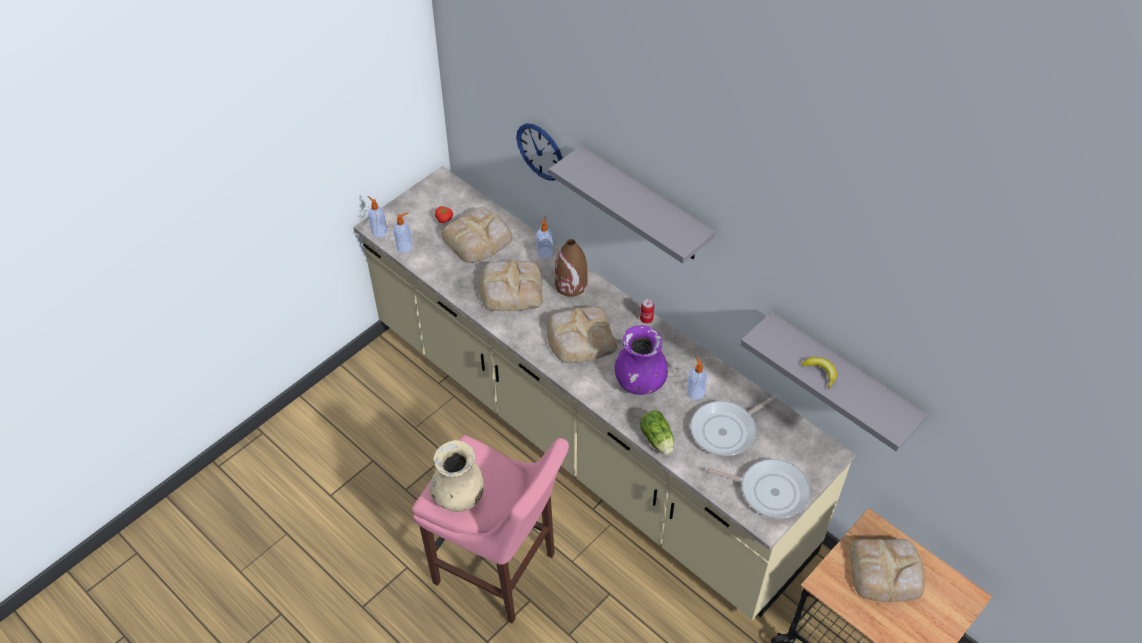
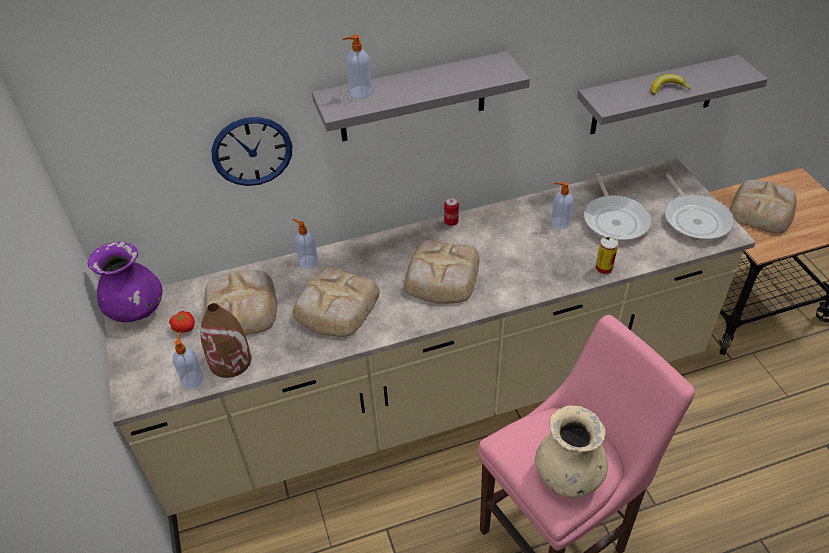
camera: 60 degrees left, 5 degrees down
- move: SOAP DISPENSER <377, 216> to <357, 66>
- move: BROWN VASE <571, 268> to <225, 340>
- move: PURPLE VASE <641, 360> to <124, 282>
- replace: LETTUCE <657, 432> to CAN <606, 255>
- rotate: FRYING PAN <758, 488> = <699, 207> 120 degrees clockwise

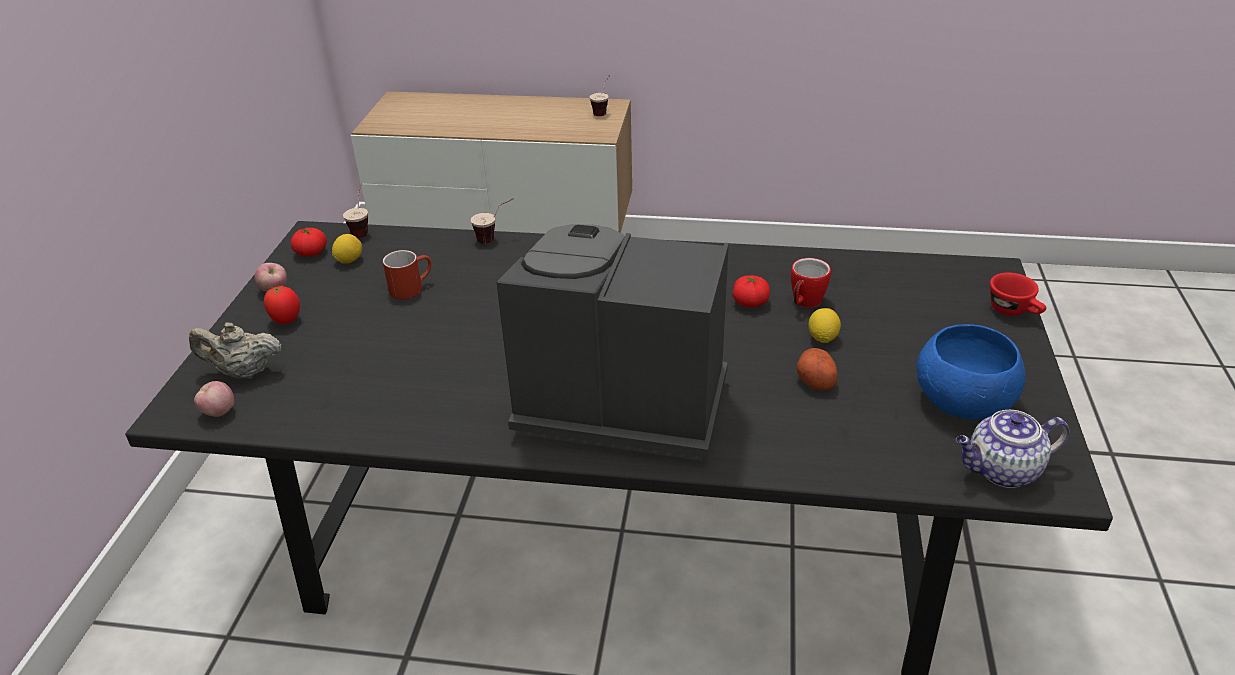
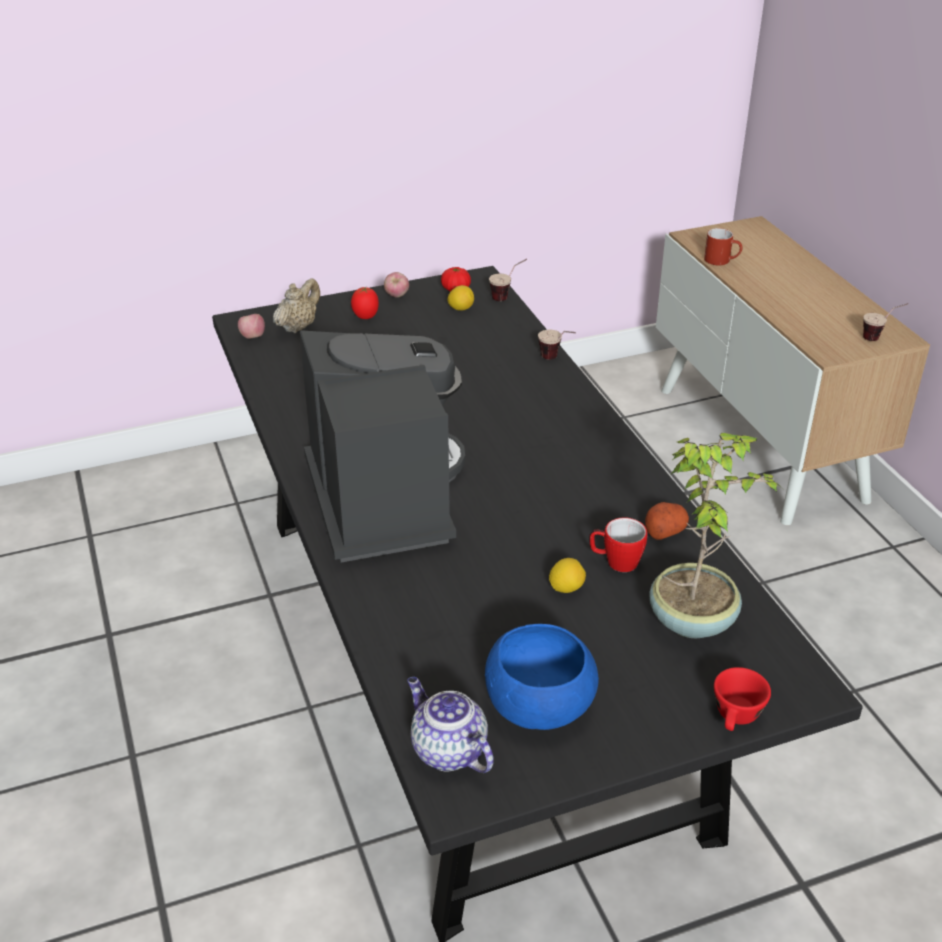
camera: 60 degrees right, 0 degrees up
- delete: TOMATO <751, 291>
- insert: POTTED PLANT <715, 535>
- move: RED MUG <407, 274> to <723, 246>
- move: POTATO <816, 369> to <667, 521>
- rotate: BEIGE TEAPOT <235, 351> = <296, 305> 60 degrees clockwise

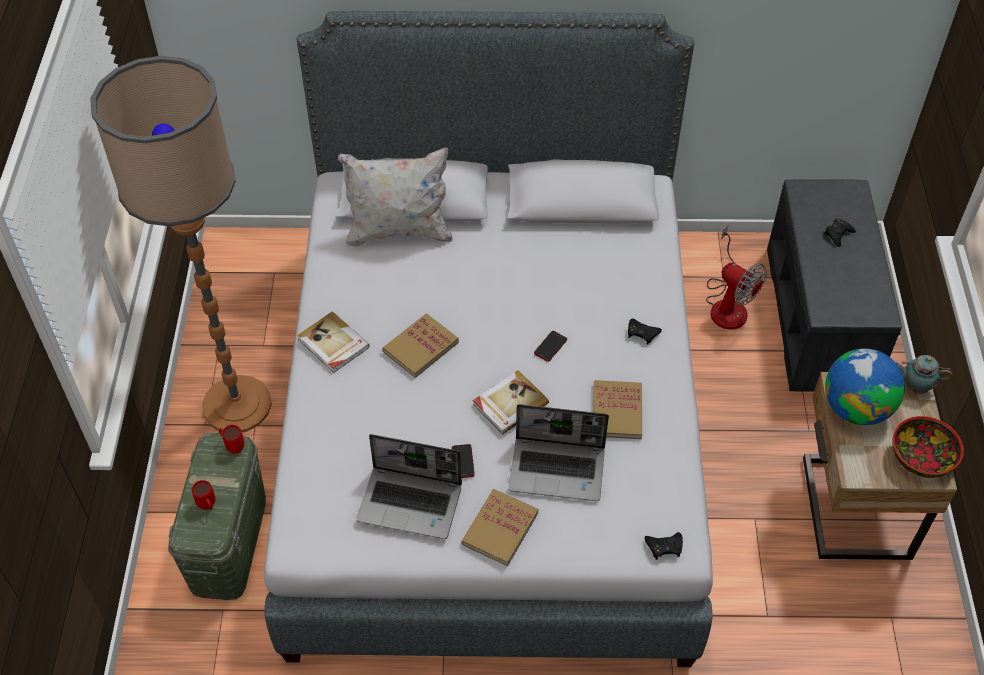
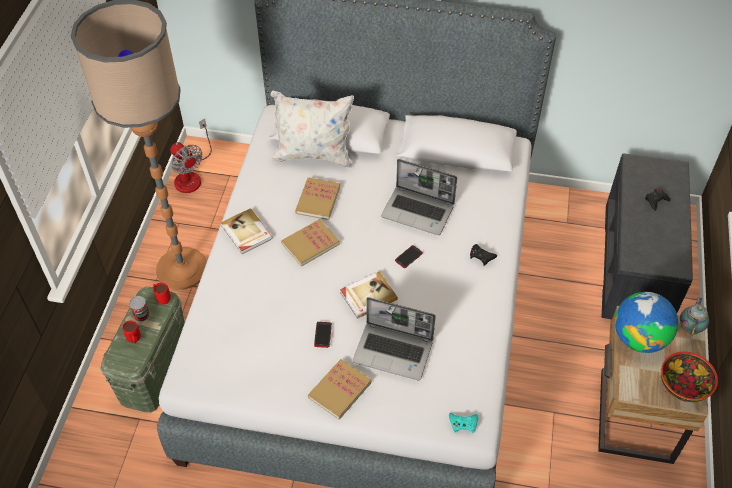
camera: 10 degrees right, 0 degrees up
- insert: CAN <139, 309>
- move: LAPTOP <409, 486> to <419, 197>
- move: BOOK <617, 409> to <317, 198>
- move: FAN <736, 277> to <191, 156>
- recolor: BLACK GAME CONTROLLER <663, 546> to TURQUOISE GAME CONTROLLER <463, 423>
- rotate: TEAPOT <924, 374> = <694, 316> 90 degrees clockwise

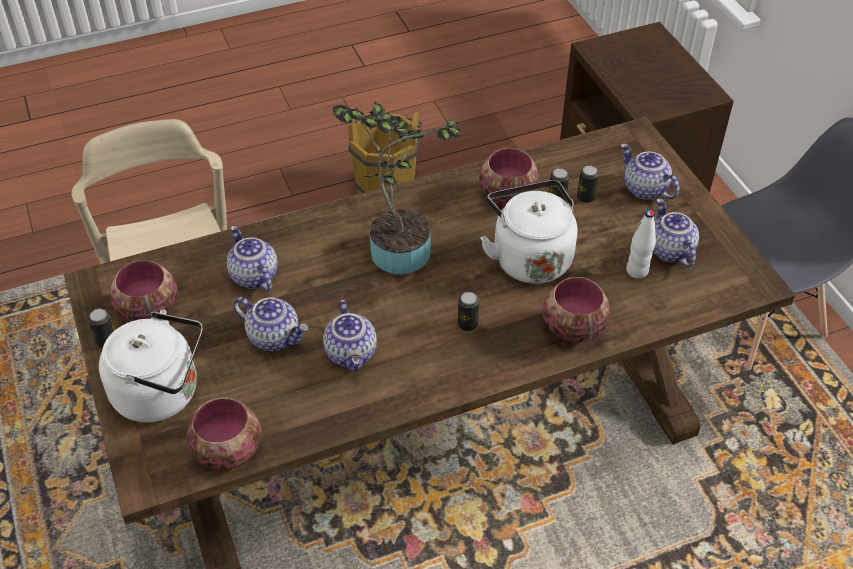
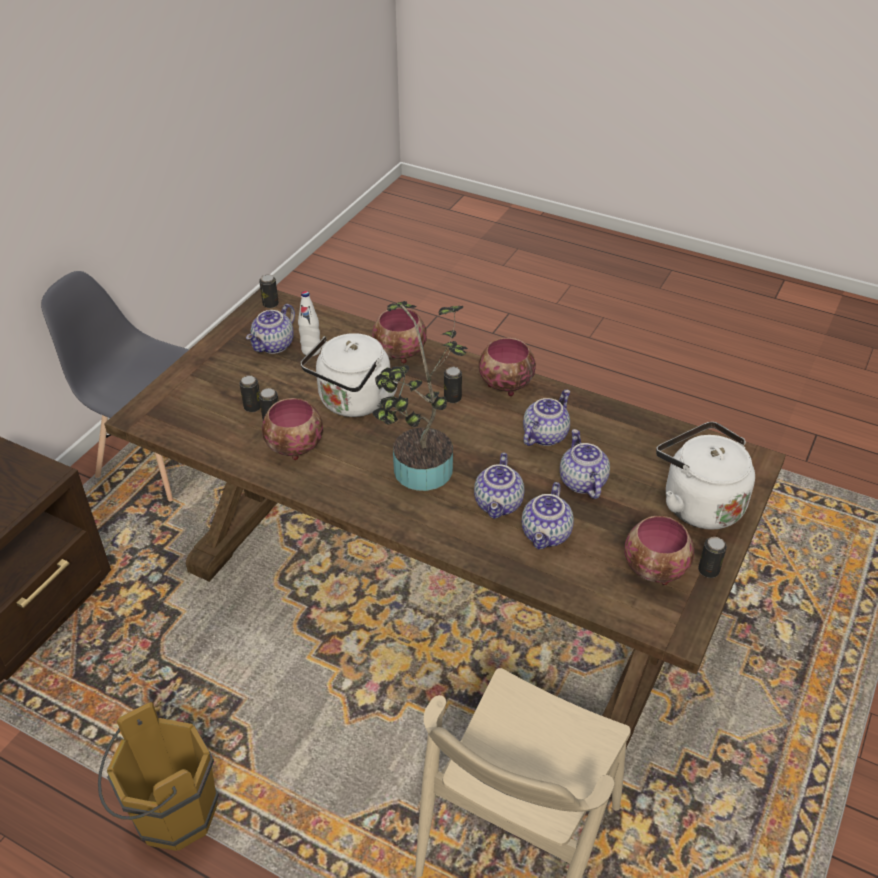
camera: 130 degrees left, 5 degrees down
- insert: CAN <269, 291>
- move: BOWL <223, 433> to <507, 367>
- move: TEAPOT <650, 172> to <499, 485>

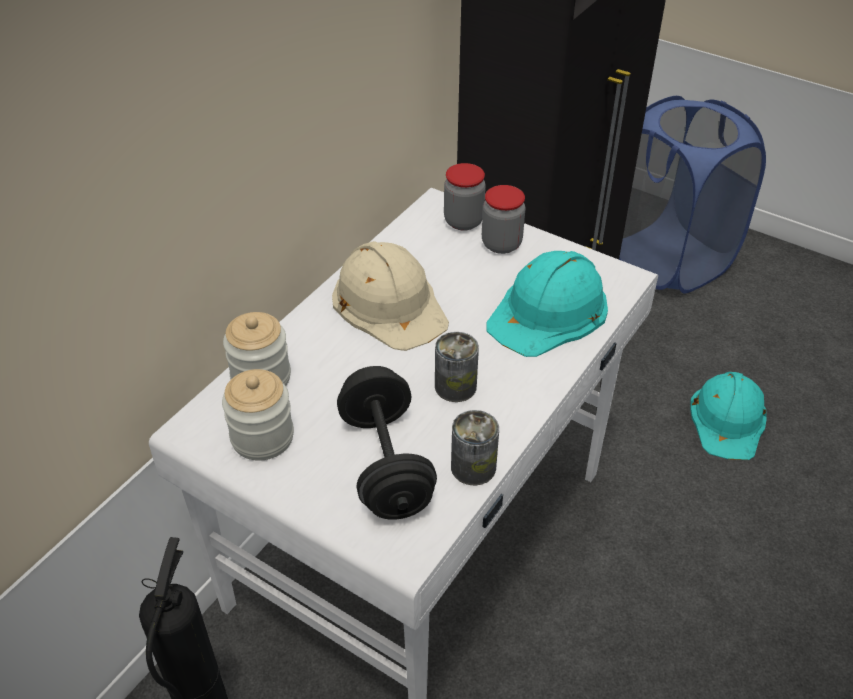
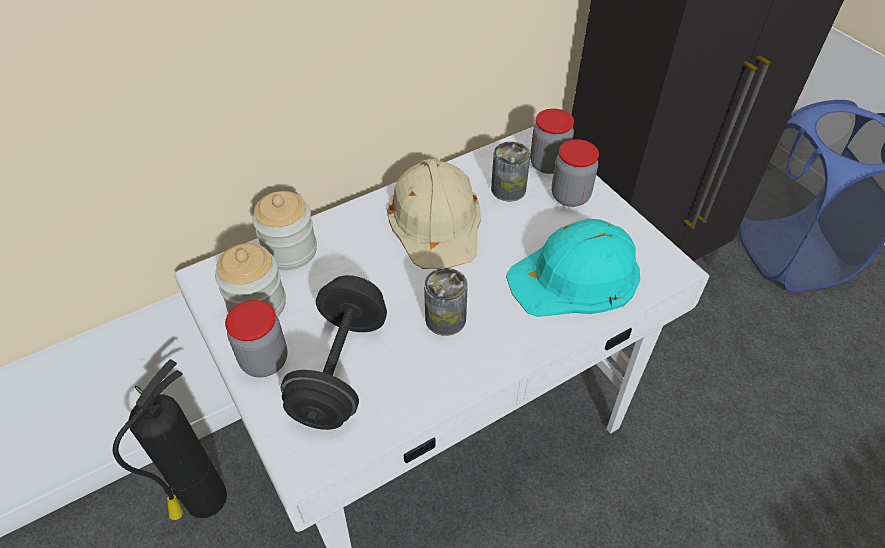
camera: 25 degrees right, 5 degrees up
- delete: TURQUOISE HARD HAT <728, 416>
- insert: JAR <256, 338>
- move: CAN <475, 447> to <511, 171>

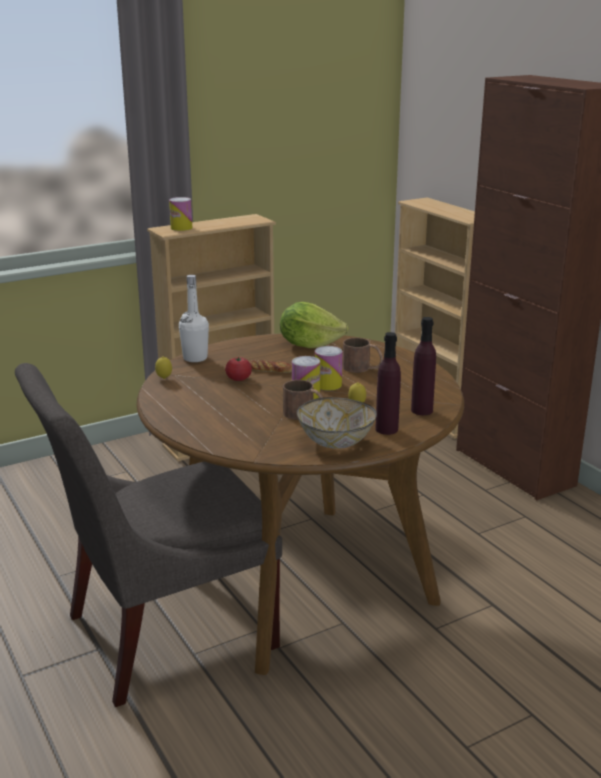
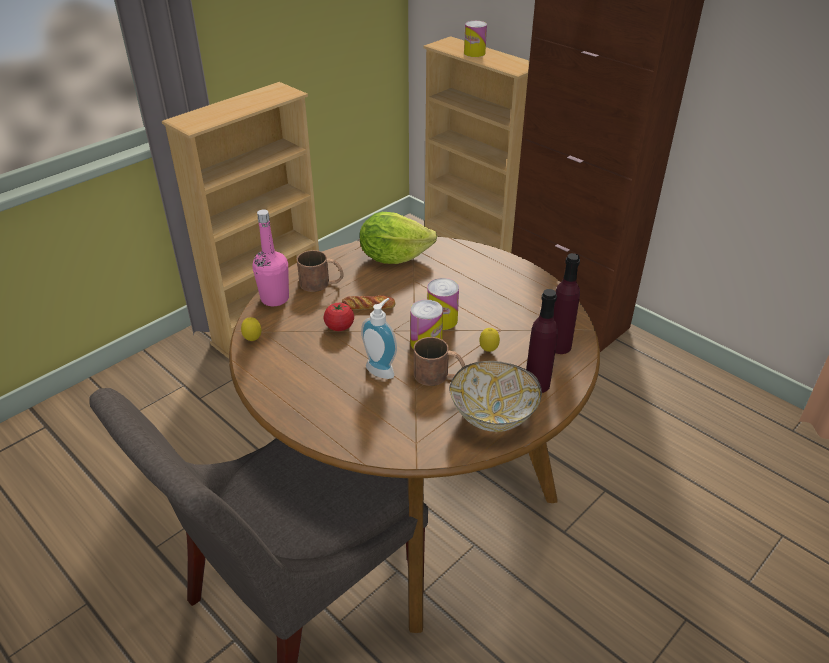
camera: 15 degrees left, 15 degrees up
- insert: SOAP DISPENSER <379, 338>
- move: CAN <180, 214> to <475, 39>
- move: BROWN MUG <363, 355> to <320, 271>
- recolor: WHITE BOTTLE <194, 318> to PINK BOTTLE <270, 258>

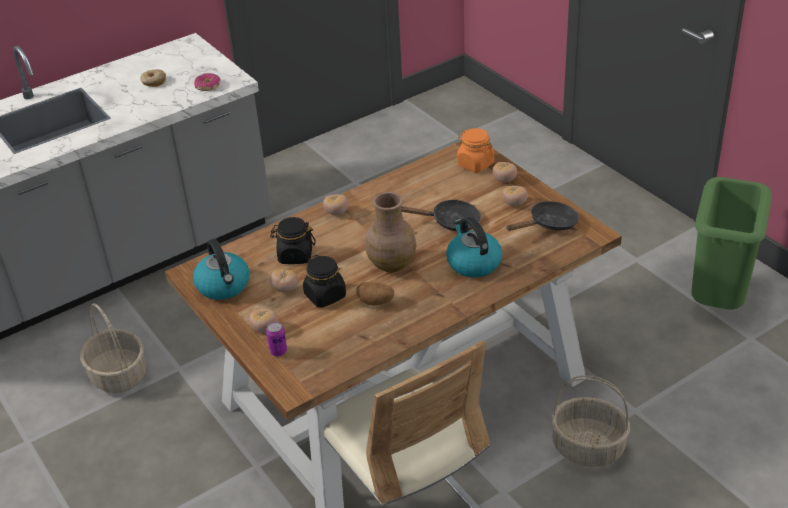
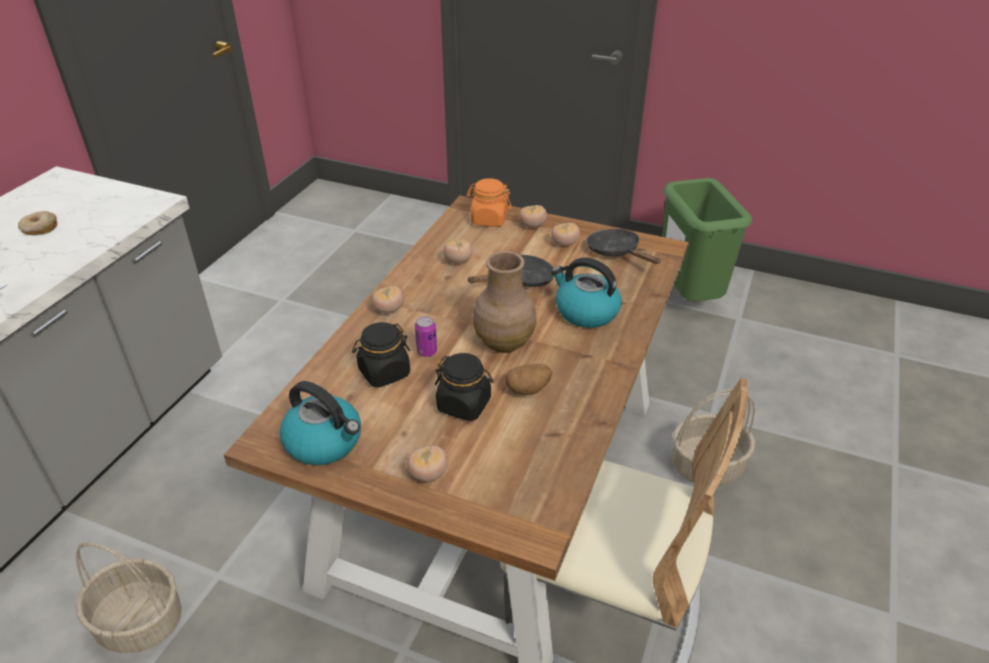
camera: 35 degrees left, 0 degrees up
- delete: DONUT <207, 82>
- move: CAN <276, 339> to <426, 336>
- move: TOMATO <284, 281> to <458, 251>
- rotate: BLACK FRYING PAN <543, 216> = <624, 246> 60 degrees counterclockwise

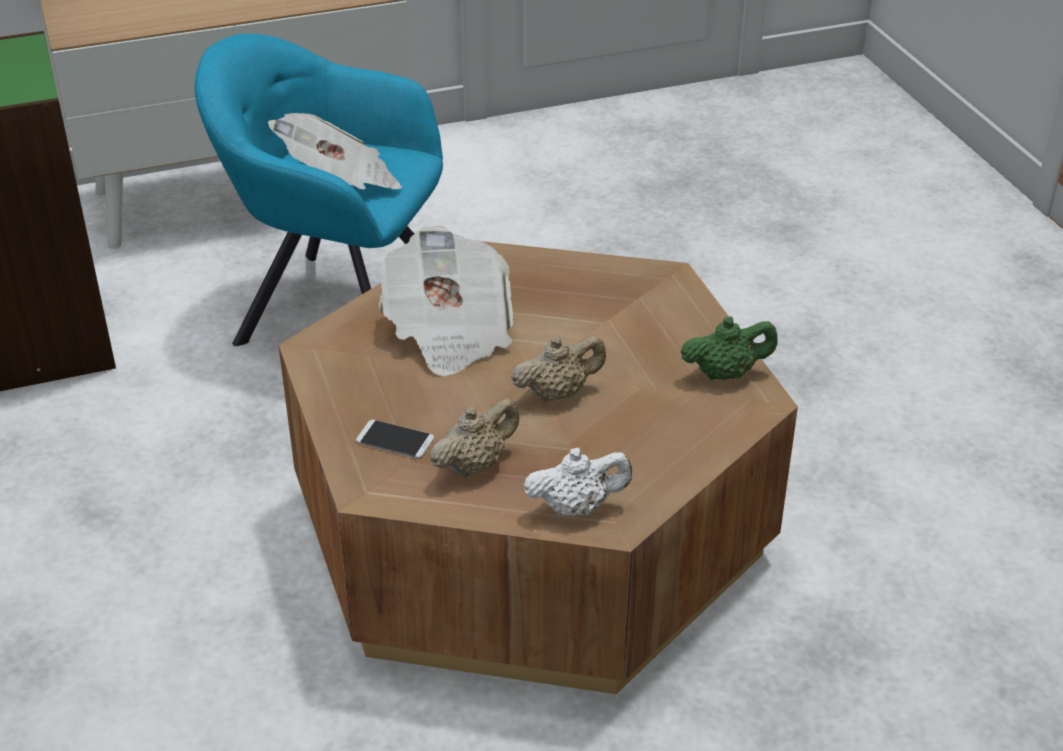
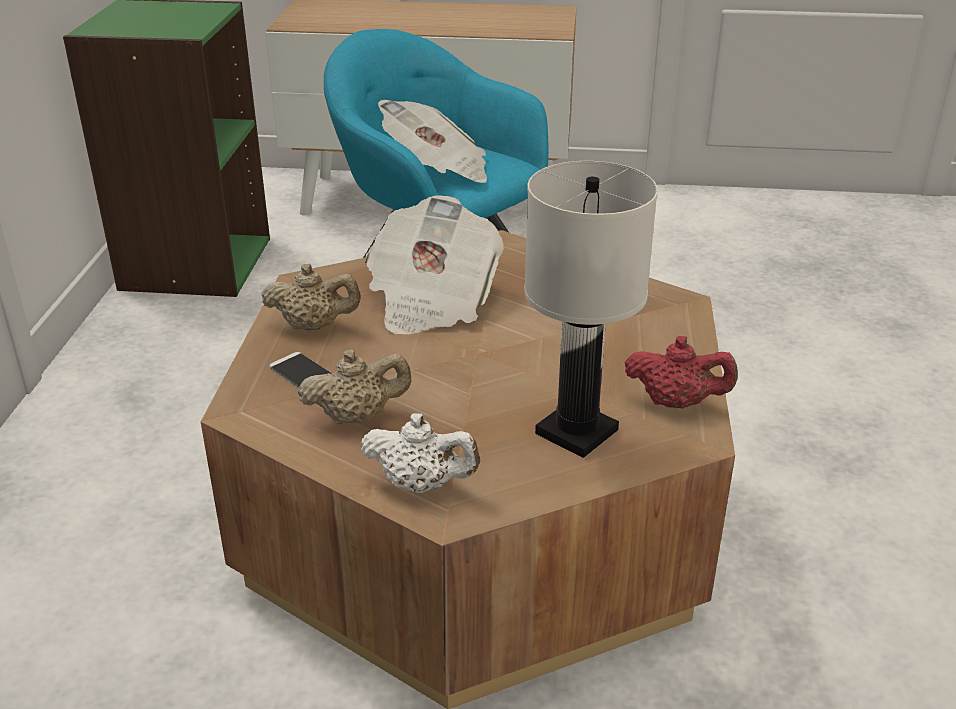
camera: 25 degrees right, 5 degrees down
- insert: WHITE TABLE LAMP <591, 309>
- move: BEIGE TEAPOT <559, 369> to <311, 297>
- recolor: GREEN TEAPOT <729, 348> to RED TEAPOT <681, 372>

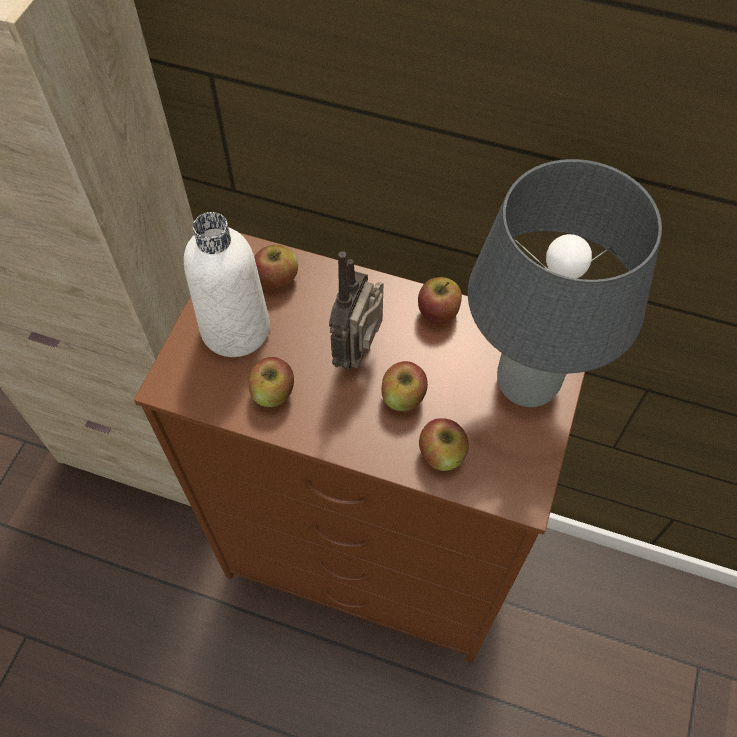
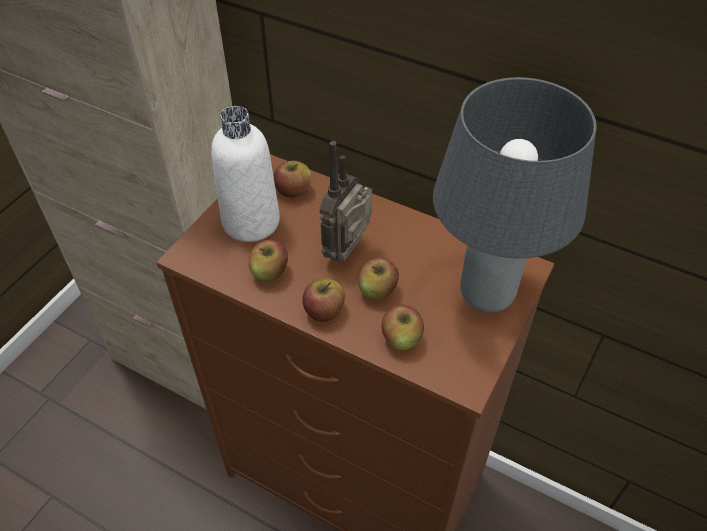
camera: 10 degrees right, 10 degrees down
- move: APPLE <440, 300> to <324, 300>

